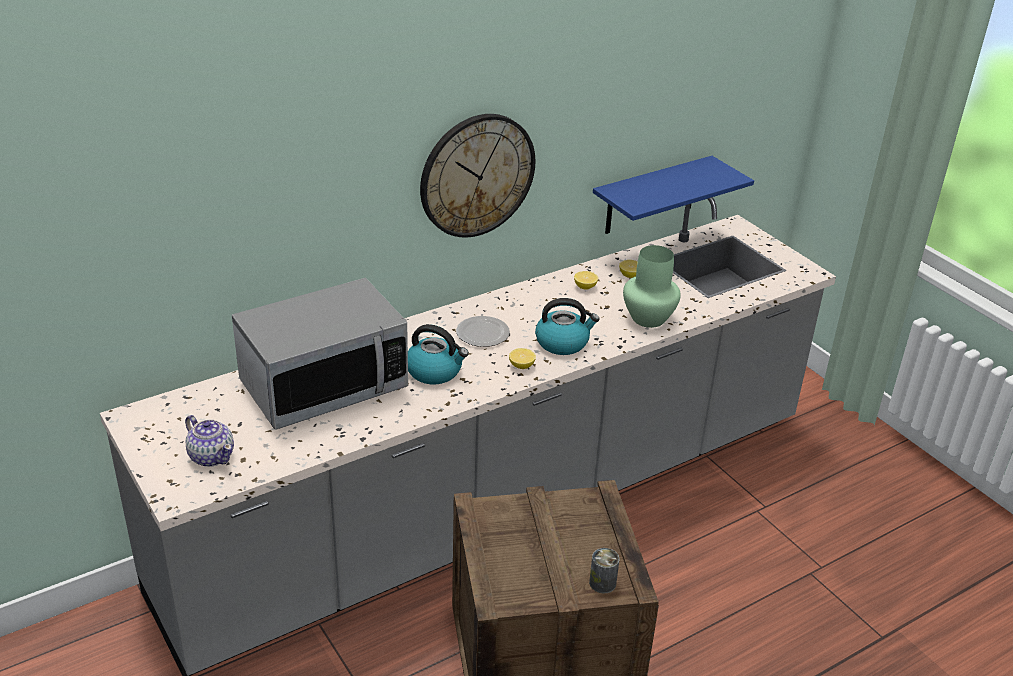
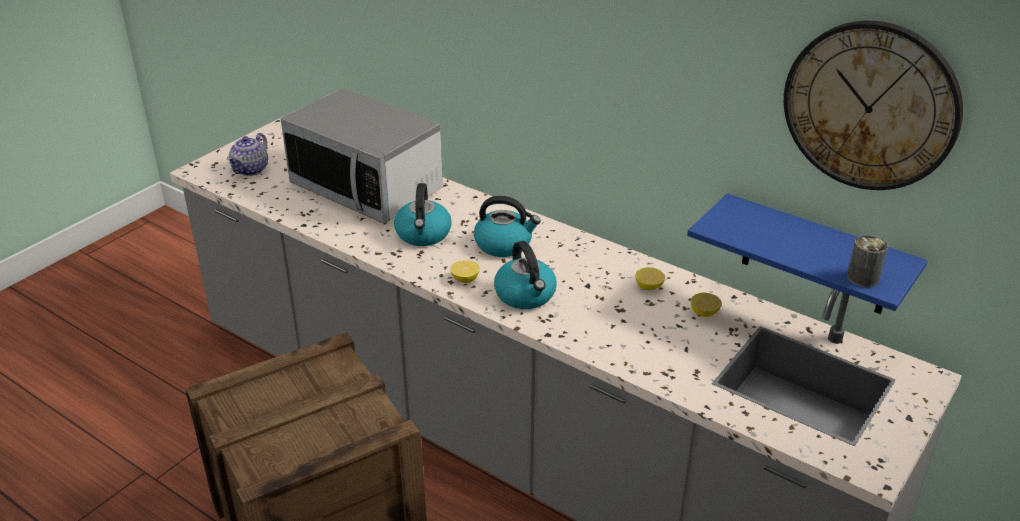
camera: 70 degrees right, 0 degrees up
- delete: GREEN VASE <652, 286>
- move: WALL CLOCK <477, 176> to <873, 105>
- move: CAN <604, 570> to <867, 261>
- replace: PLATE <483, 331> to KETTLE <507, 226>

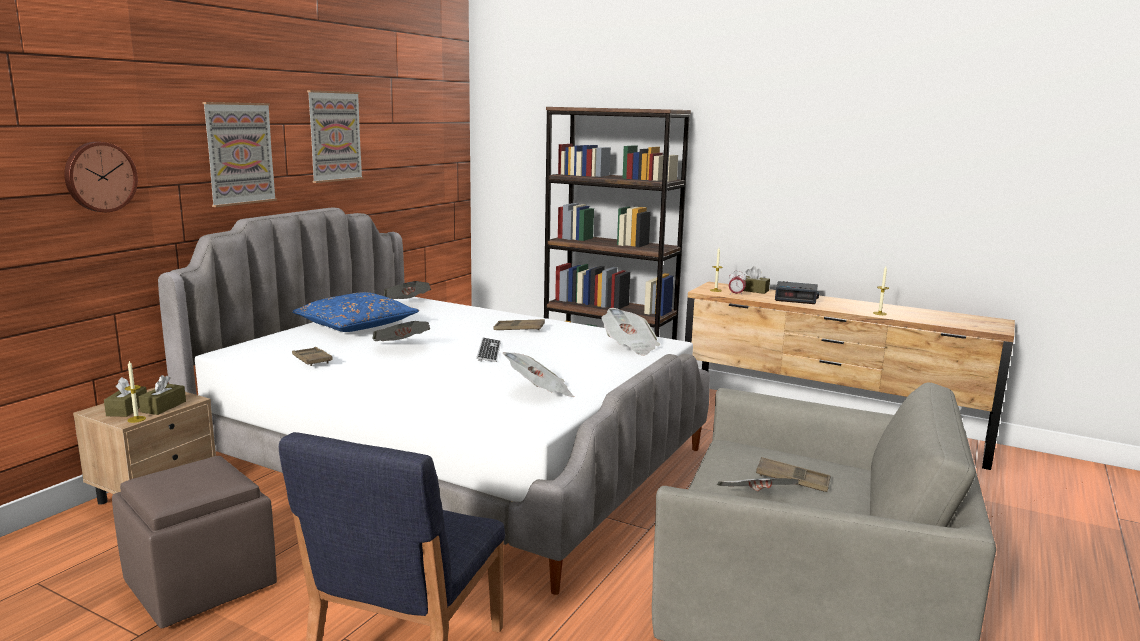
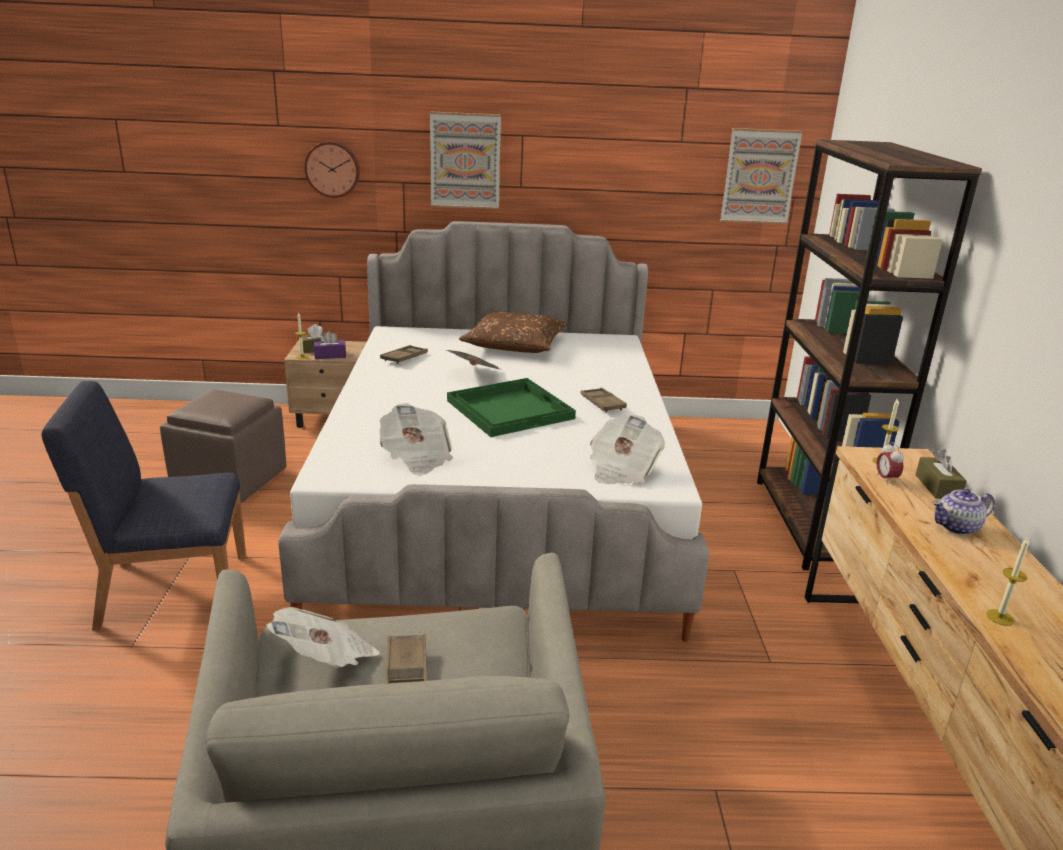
camera: 60 degrees right, 10 degrees up
- delete: NEWSPAPER <407, 290>
- move: PICTURE <335, 136> to <761, 176>
- replace: KEYBOARD <488, 350> to GREEN TRAY <511, 407>
- replace: ALARM CLOCK <797, 292> to TEAPOT <963, 512>
- recolor: BROWN TISSUE BOX <162, 395> to PURPLE TISSUE BOX <330, 345>
- recolor: BLUE PILLOW <355, 312> to BROWN PILLOW <513, 332>

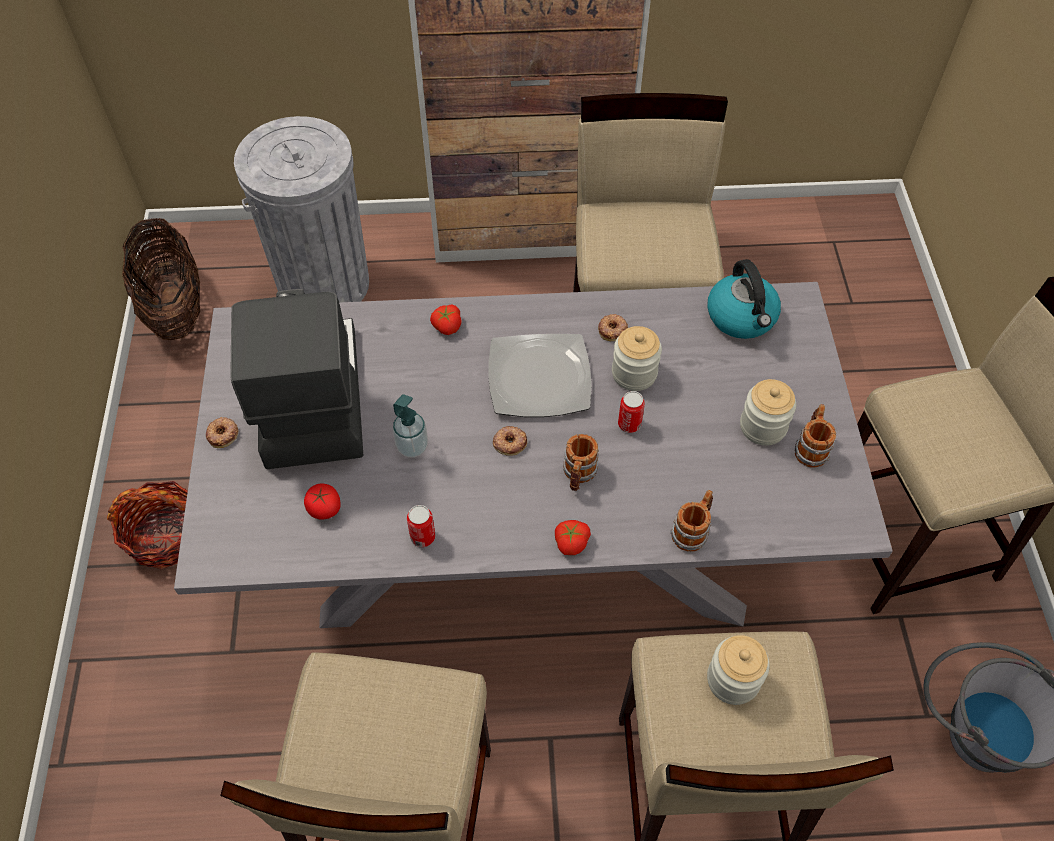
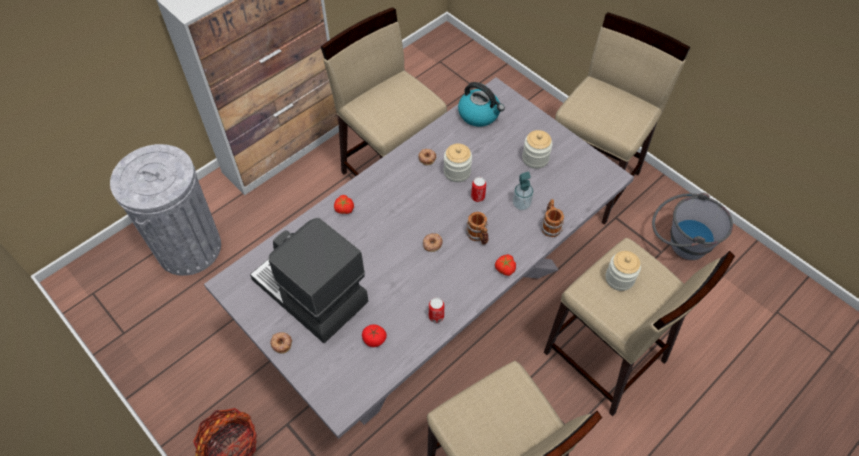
camera: 40 degrees left, 0 degrees up
- delete: BASKET <161, 279>
- delete: PLATE <539, 375>
- delete: MUG <815, 435>
- move: SOAP DISPENSER <410, 426> to <523, 191>

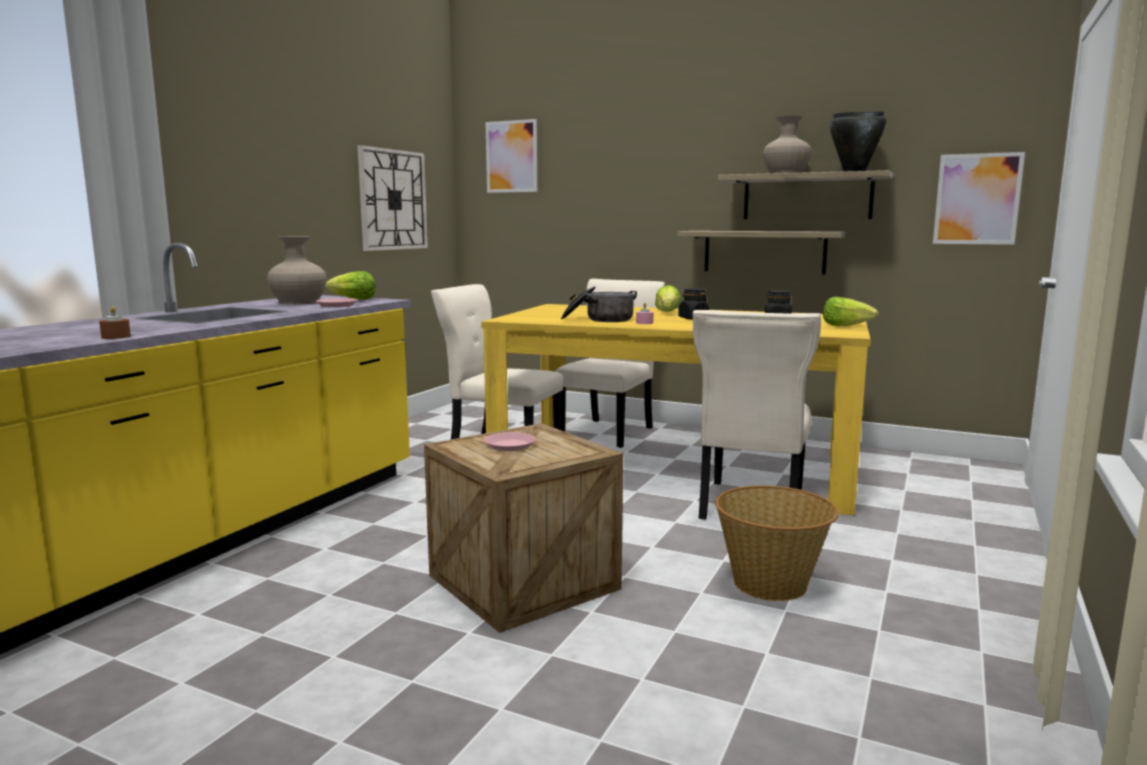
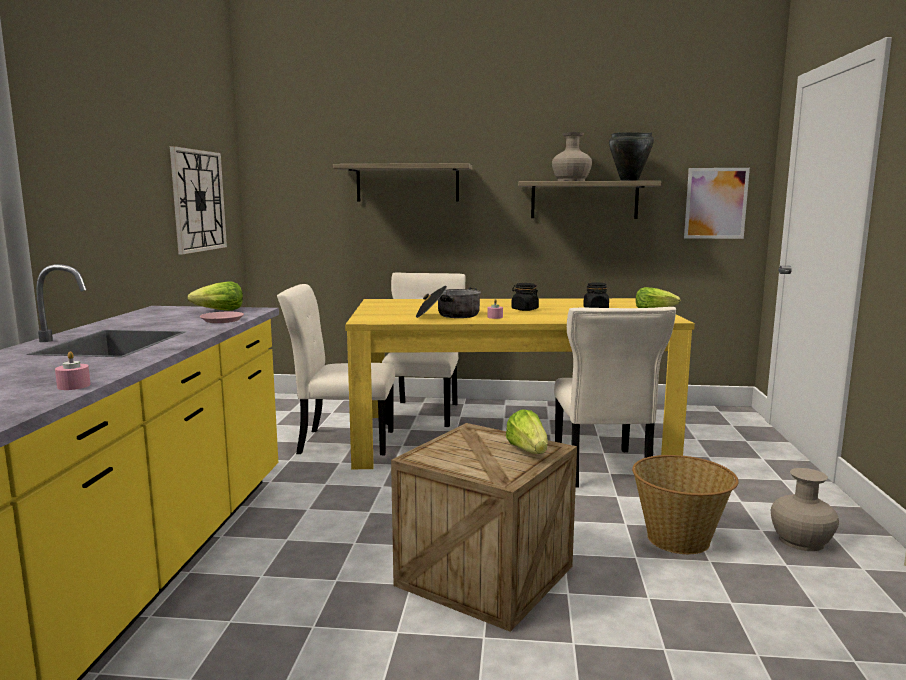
camera: 20 degrees left, 0 degrees up
- delete: PINK PLATE <510, 441>
- delete: PICTURE <511, 156>
- move: BEIGE VASE <297, 271> to <805, 509>
- move: LETTUCE <668, 298> to <527, 432>
- move: SHELF <761, 252> to <402, 182>
- recolor: BROWN CANDLE <115, 322> to PINK CANDLE <73, 370>

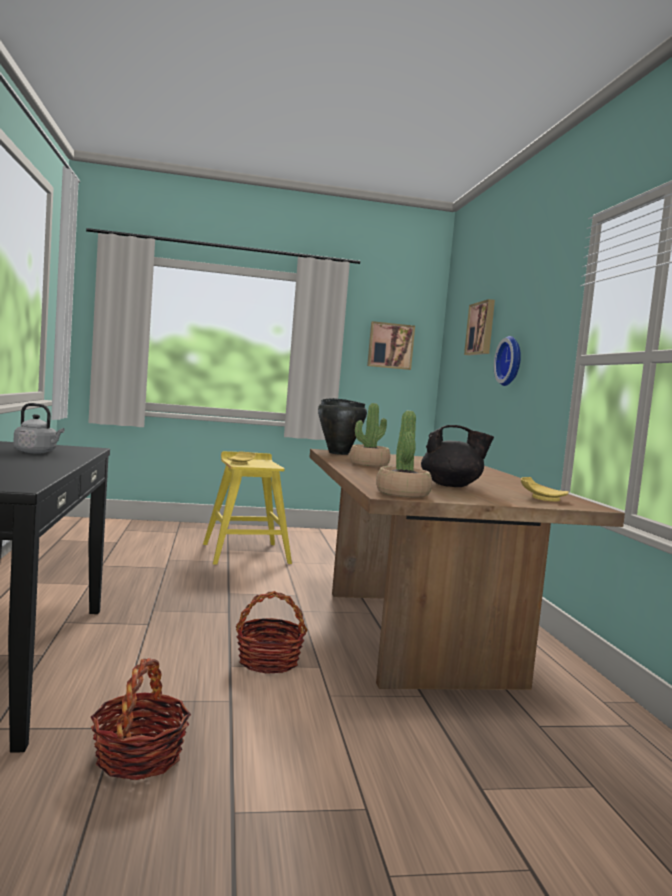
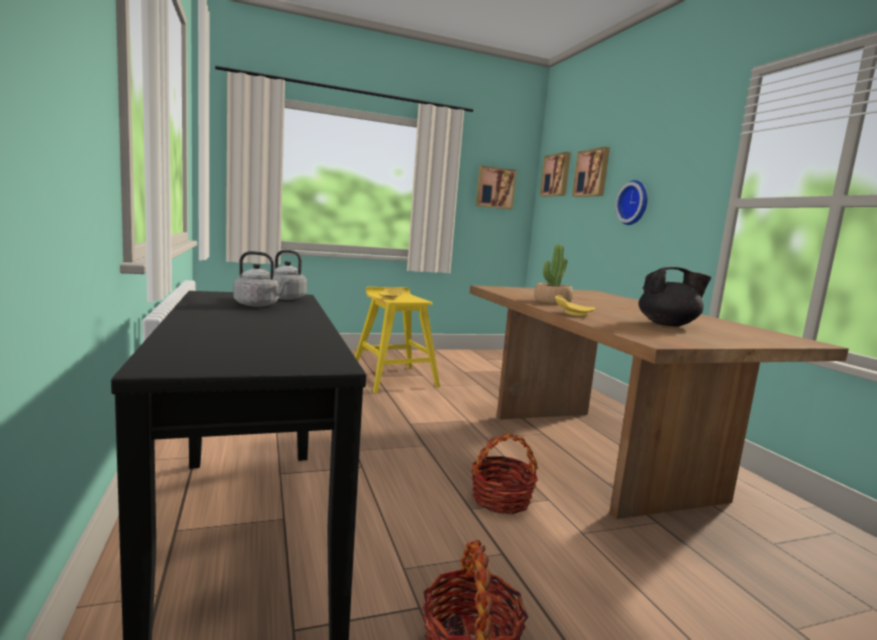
camera: 10 degrees left, 5 degrees up
- delete: BLACK COOKING POT <342, 426>
- delete: POTTED PLANT <404, 454>
- insert: GREY KETTLE <285, 275>
- insert: PICTURE <555, 174>
- move: YELLOW PLATE <545, 489> to <575, 305>

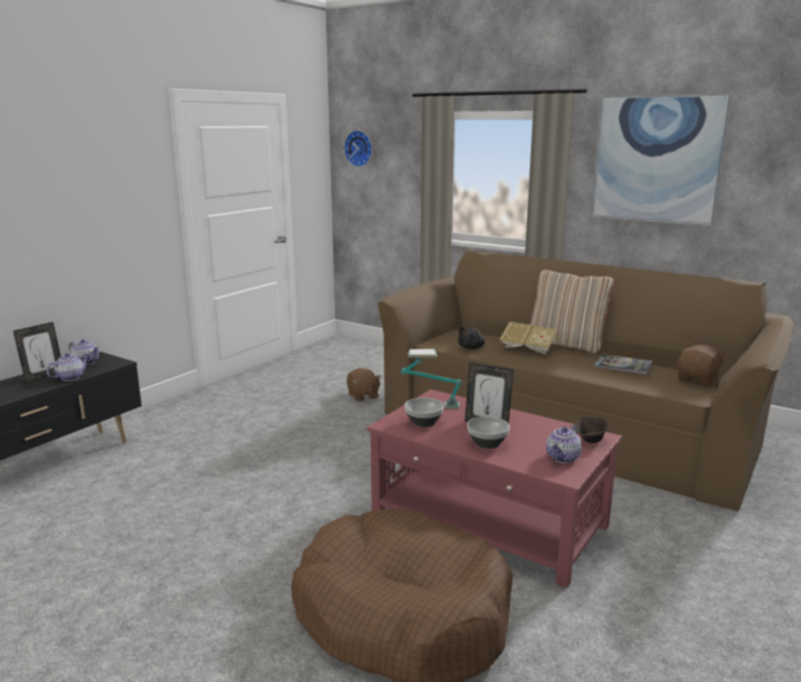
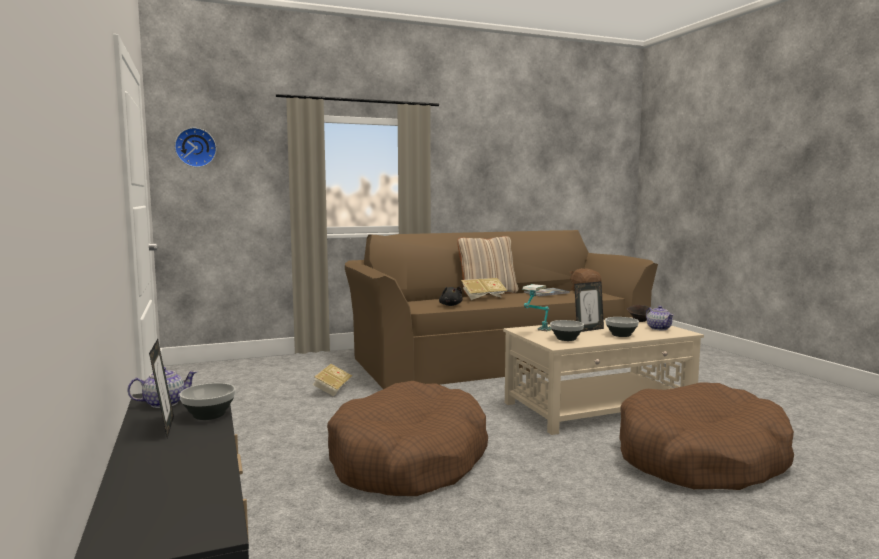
camera: 55 degrees left, 10 degrees down
- delete: PICTURE <662, 160>
- insert: BROWN DOG BED <407, 438>
- replace: TEAPOT <67, 367> to BOWL <208, 401>
- replace: BROWN PLUSH TOY <364, 384> to BOOK <332, 380>
- recolor: RED COFFEE TABLE <494, 488> to BEIGE COFFEE TABLE <603, 376>

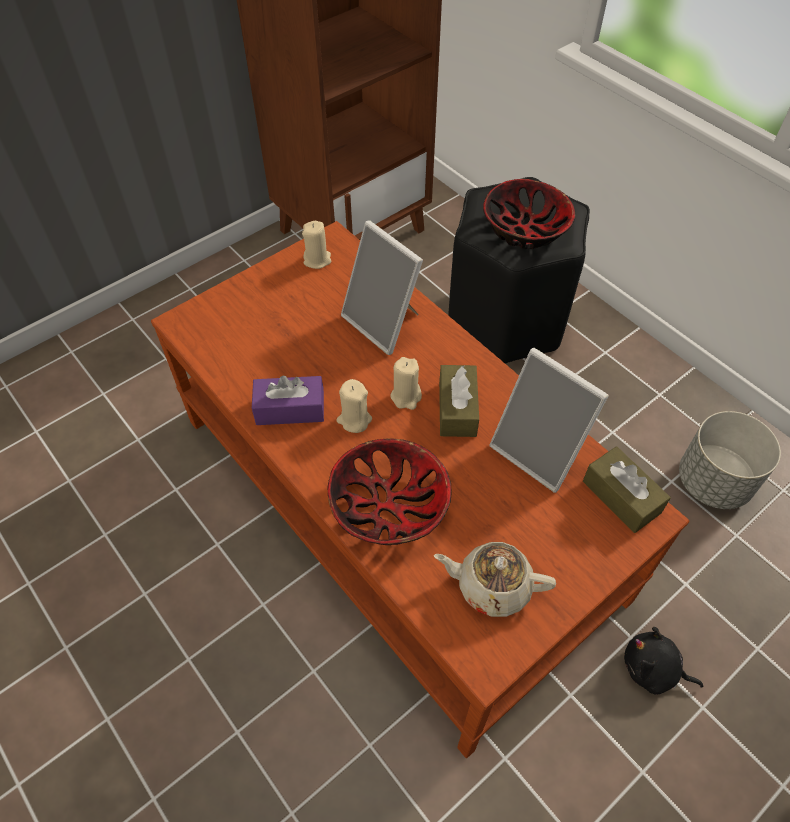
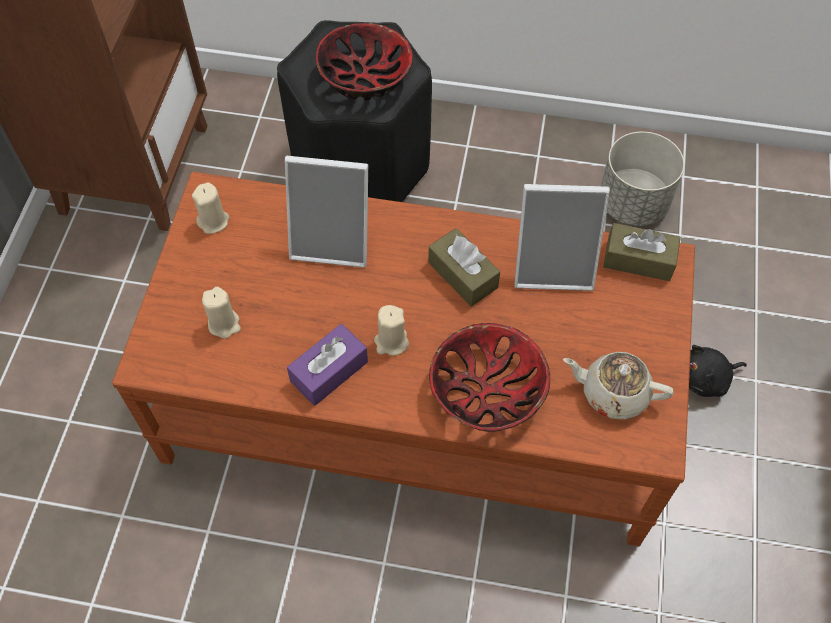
camera: 40 degrees left, 5 degrees up
- move: BEIGE CANDLE <406, 383> to <221, 313>
- rotate: BEIGE TEAPOT <495, 579> = <618, 386> 45 degrees clockwise

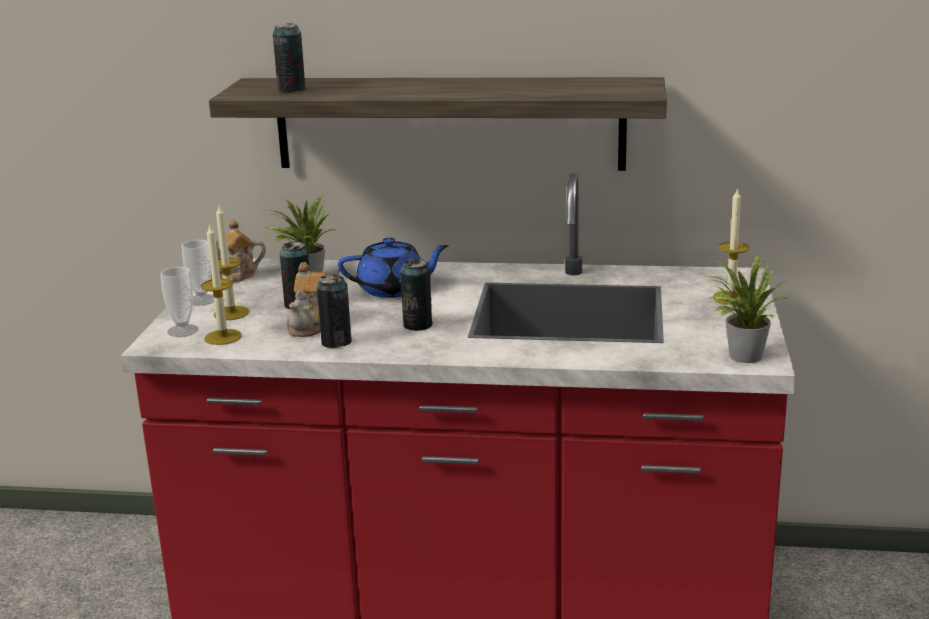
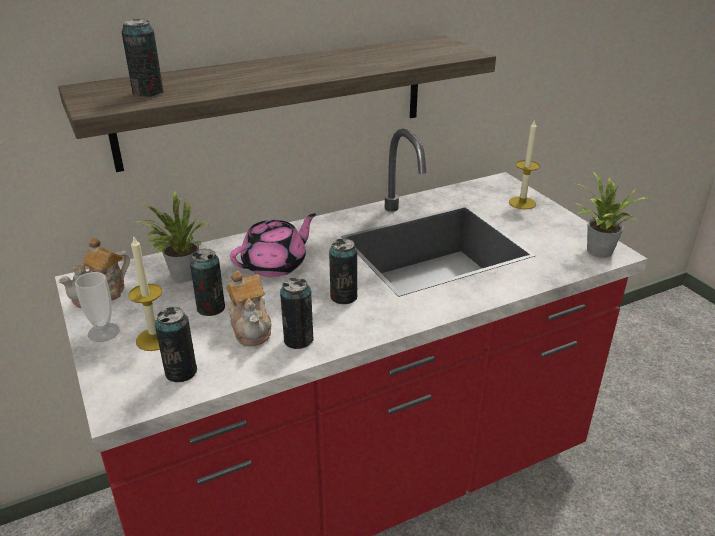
camera: 35 degrees left, 10 degrees up
- delete: CUP <179, 302>
- replace: CANDLE <221, 285> to CAN <176, 344>
- recolor: BLUE TEAPOT <393, 268> to PINK TEAPOT <273, 245>

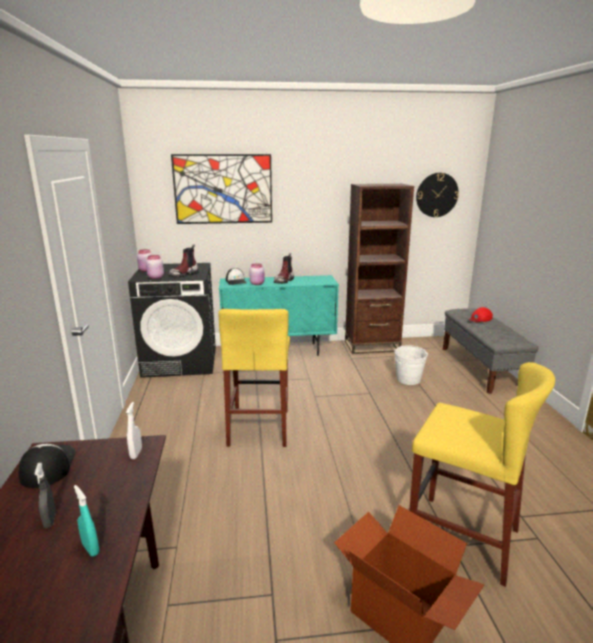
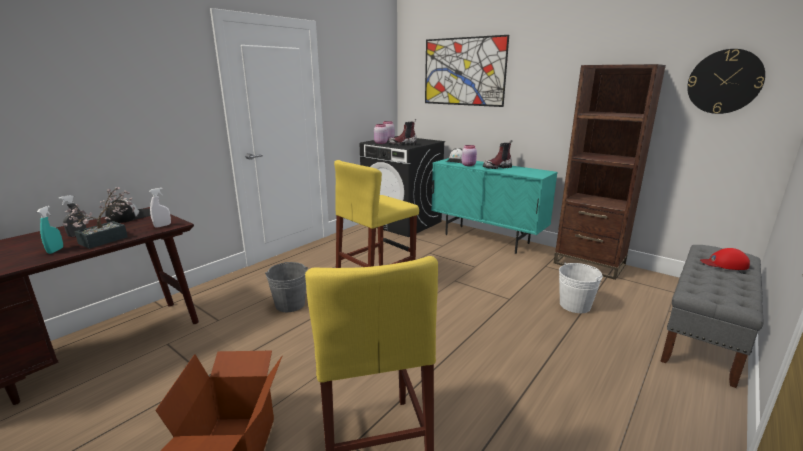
camera: 45 degrees right, 0 degrees up
- insert: POTTED PLANT <98, 218>
- insert: GREY BUCKET <286, 287>

